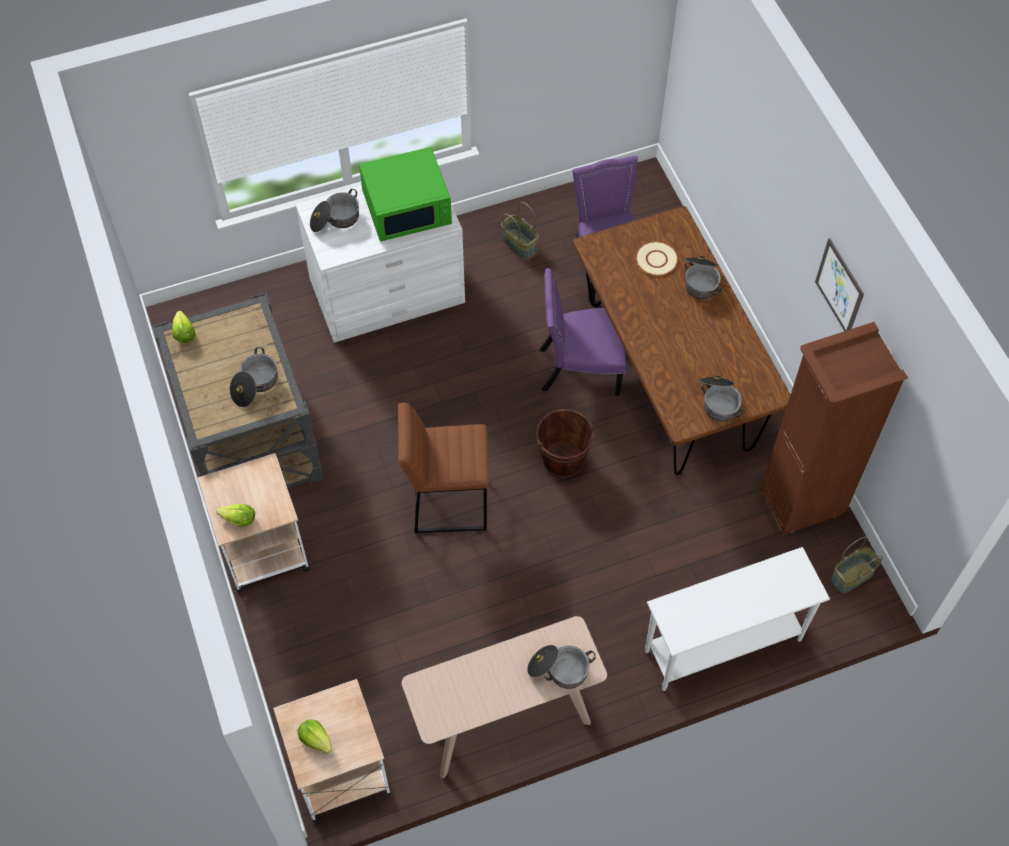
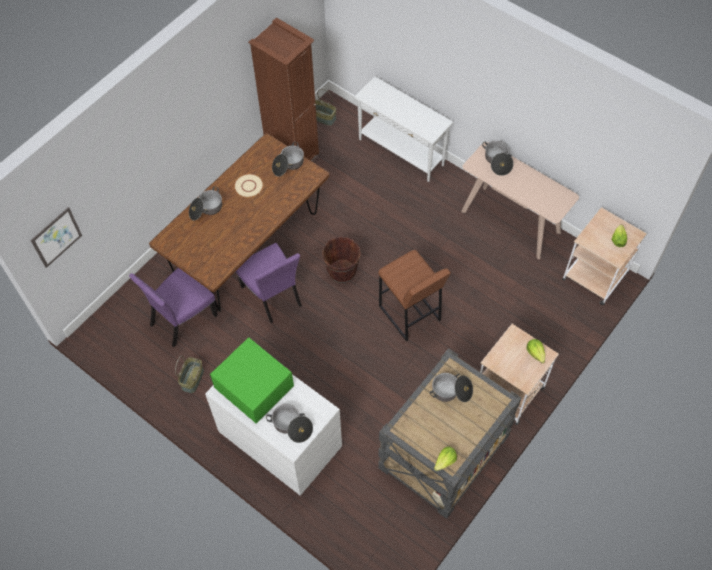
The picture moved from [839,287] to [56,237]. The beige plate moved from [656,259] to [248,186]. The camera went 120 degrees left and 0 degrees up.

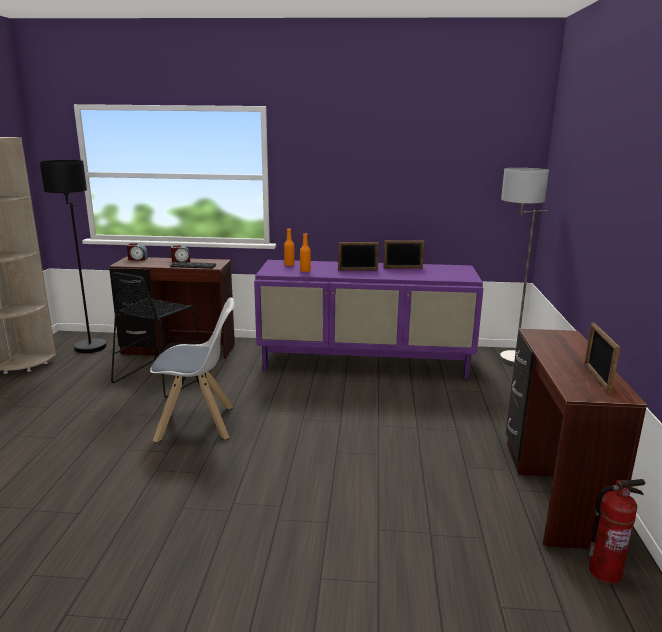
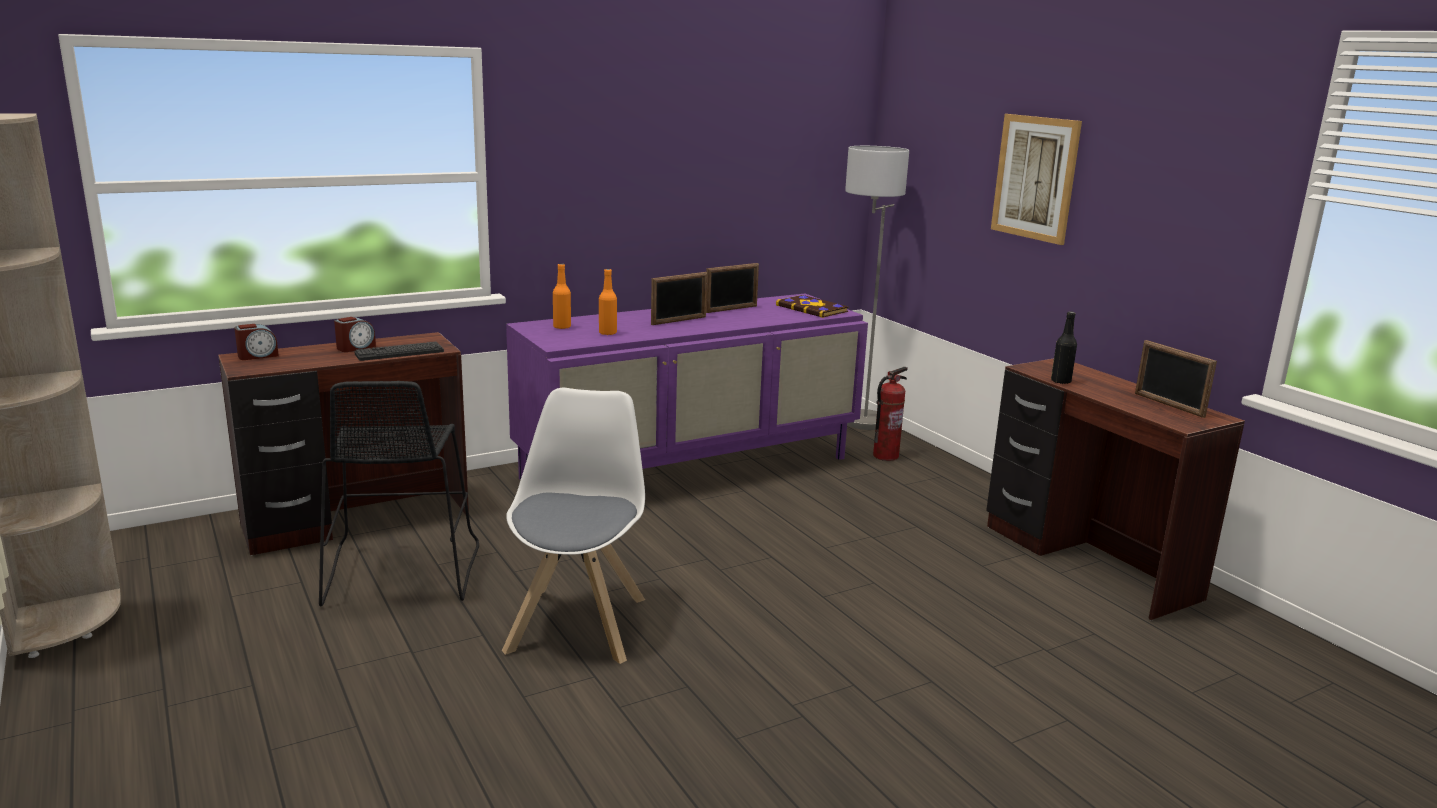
The black floor lamp at [88,344] disappeared. The chair at [198,423] turned 45 degrees counterclockwise. The fire extinguisher moved from [605,572] to [885,456]. The picture at [1035,178] appeared. The book at [812,308] appeared. The black bottle at [1060,381] appeared. The camera went 35 degrees left and 0 degrees up.

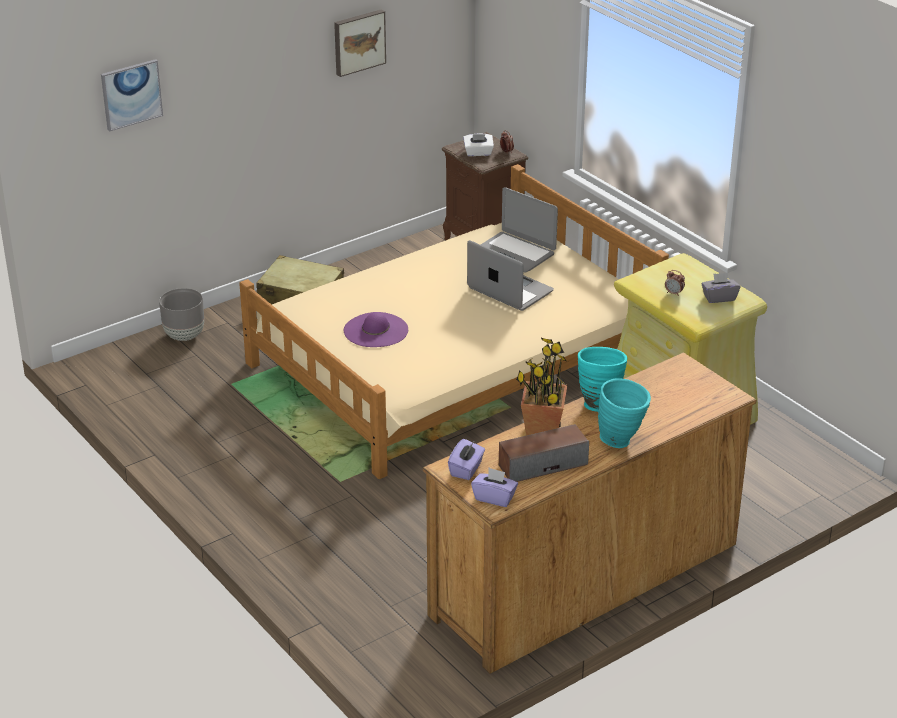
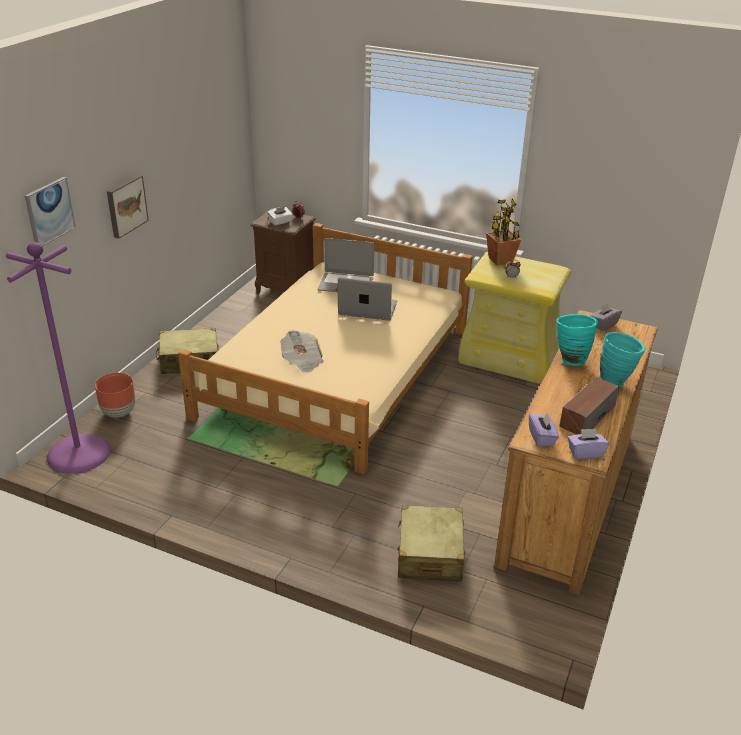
The picture moved from [358,42] to [125,205]. The grey tissue box moved from [719,298] to [603,325]. The grey planter at [184,336] became the brown planter at [119,413]. The purple hat at [376,330] was replaced by the newspaper at [302,361]. The potted plant moved from [542,430] to [500,260]. The purple clothes rack at [79,453] appeared. The beige suitcase at [430,554] appeared. The camera went 30 degrees left and 0 degrees up.

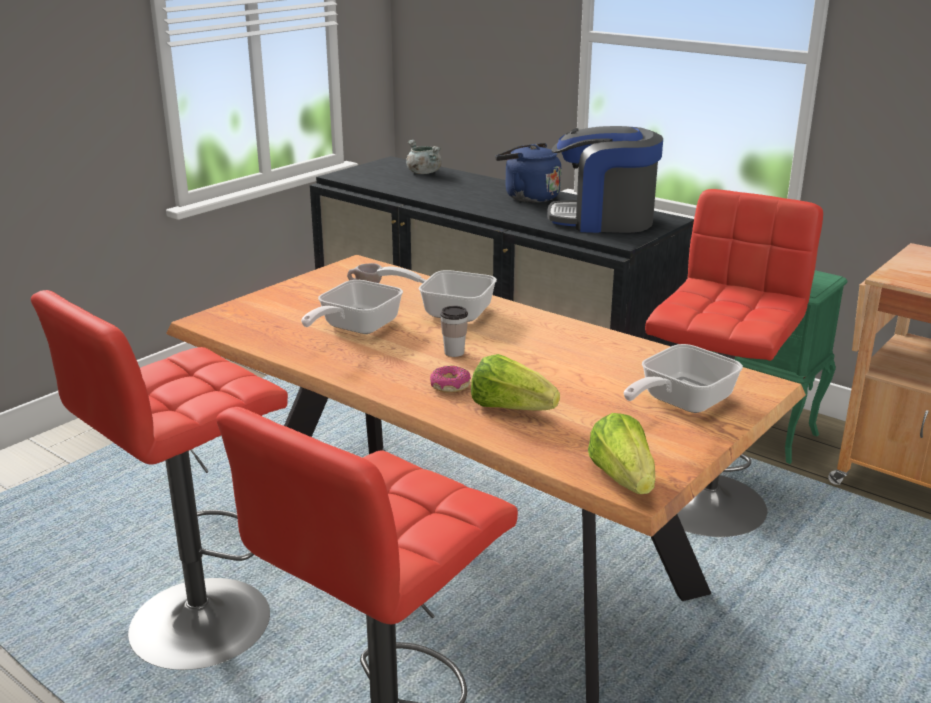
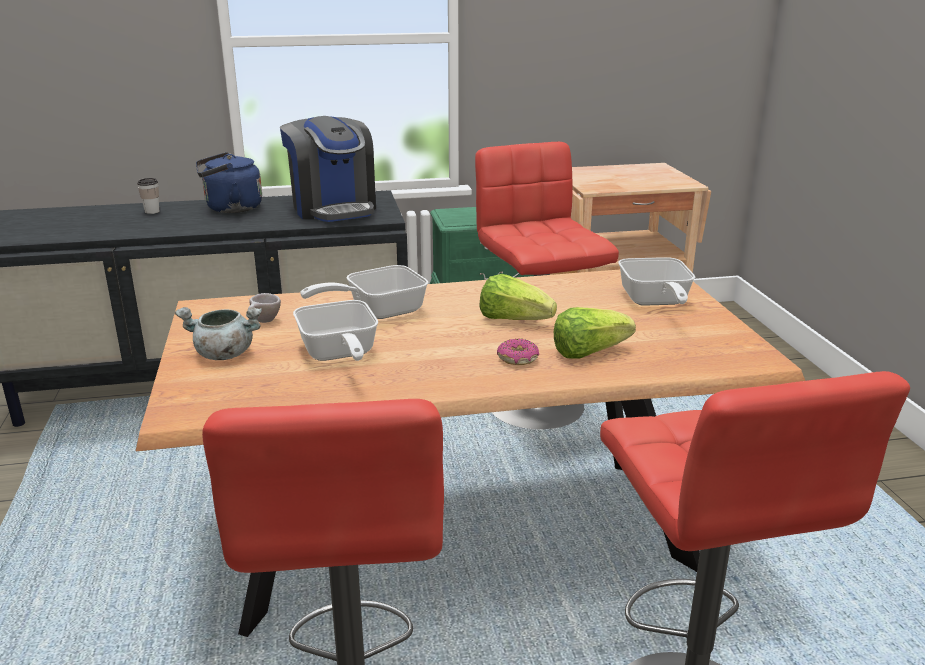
The coffee machine at [603,220] turned 75 degrees counterclockwise. The grey cooking pot moved from [423,172] to [223,354]. The cup moved from [454,352] to [152,211]. The lettuce moved from [623,478] to [513,320]. The camera went 50 degrees left and 0 degrees up.

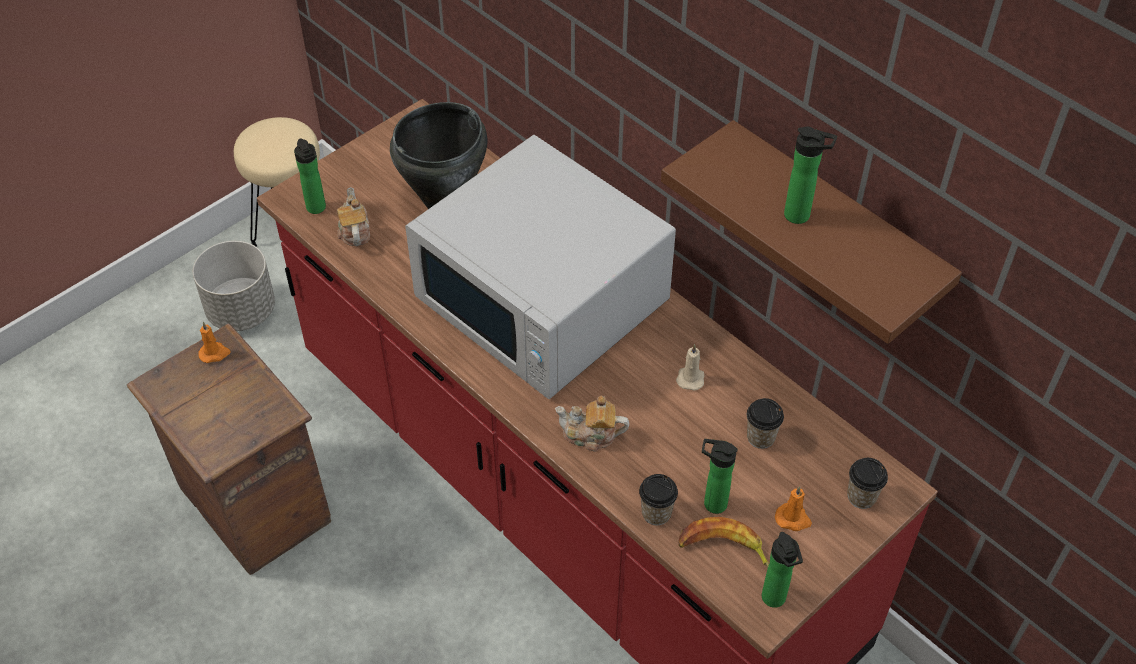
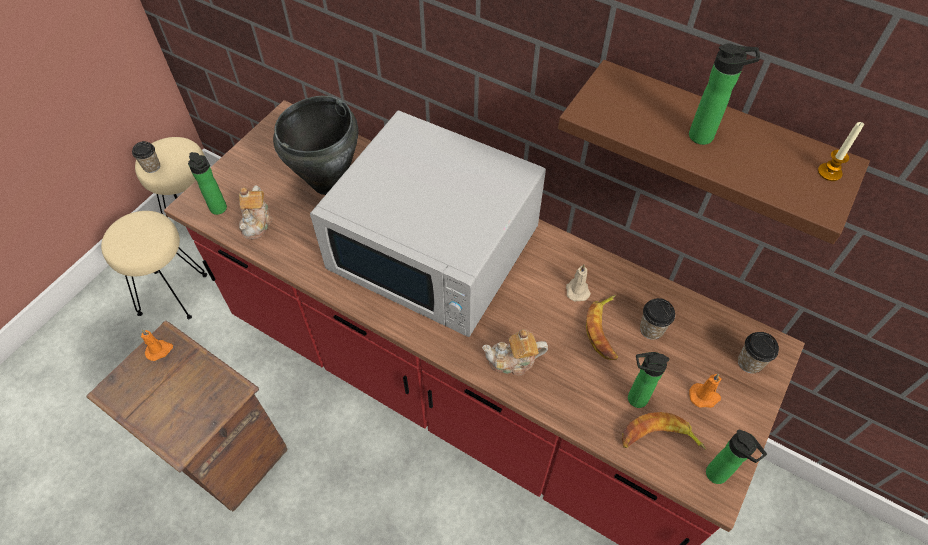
The teapot at [354,231] turned 150 degrees counterclockwise. The grey planter at [242,310] was replaced by the beige stool at [173,293]. The cup moved from [656,513] to [152,167]. The candle at [829,172] appeared. The banana at [604,330] appeared. The camera went 15 degrees left and 5 degrees up.

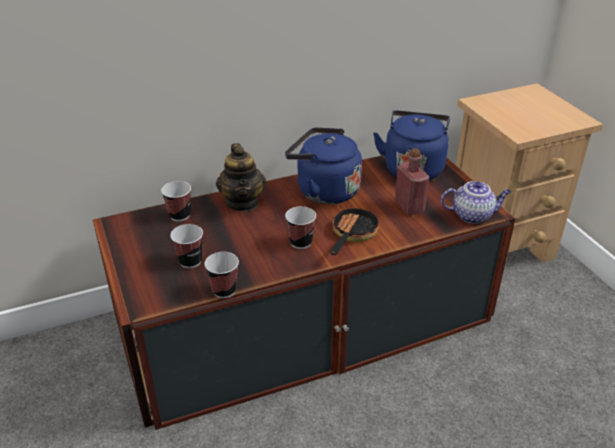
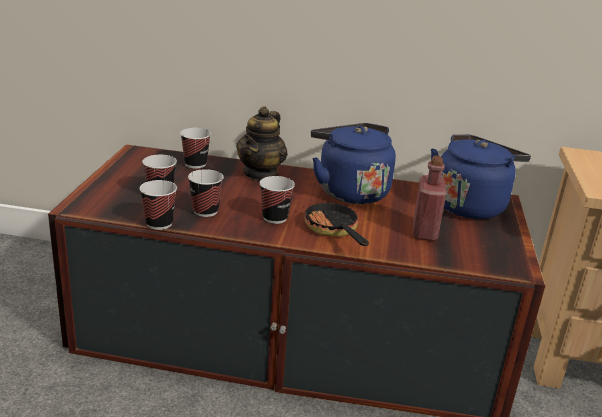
The teapot at [473,215] disappeared. The frying pan at [352,234] turned 75 degrees counterclockwise. The cup at [205,211] appeared. The camera went 30 degrees right and 10 degrees down.

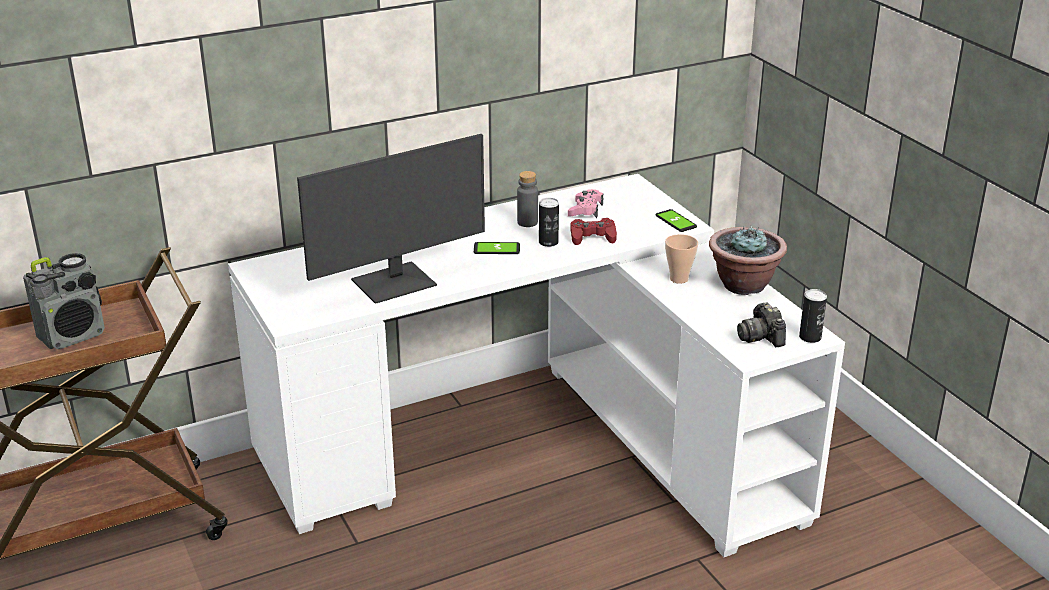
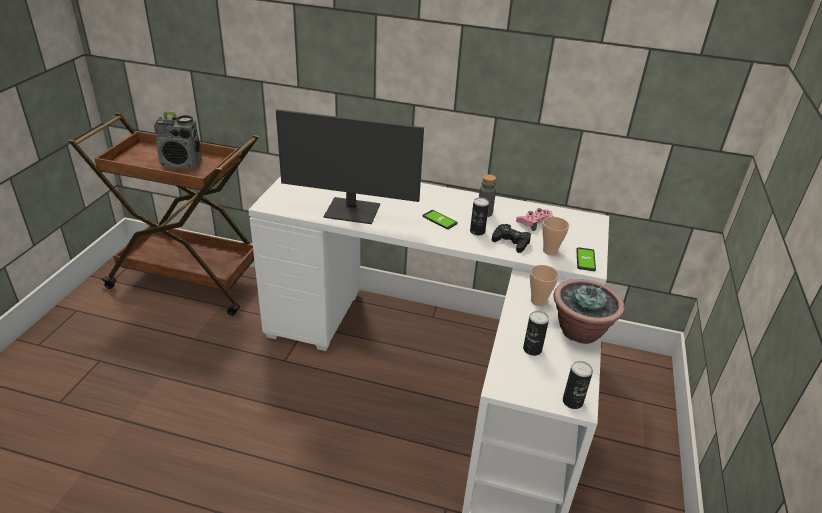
The red game controller at [592,237] became the black game controller at [511,242]. The photo camera at [761,337] disappeared. The cup at [550,251] appeared. The can at [532,349] appeared. The camera went 40 degrees right and 5 degrees up.

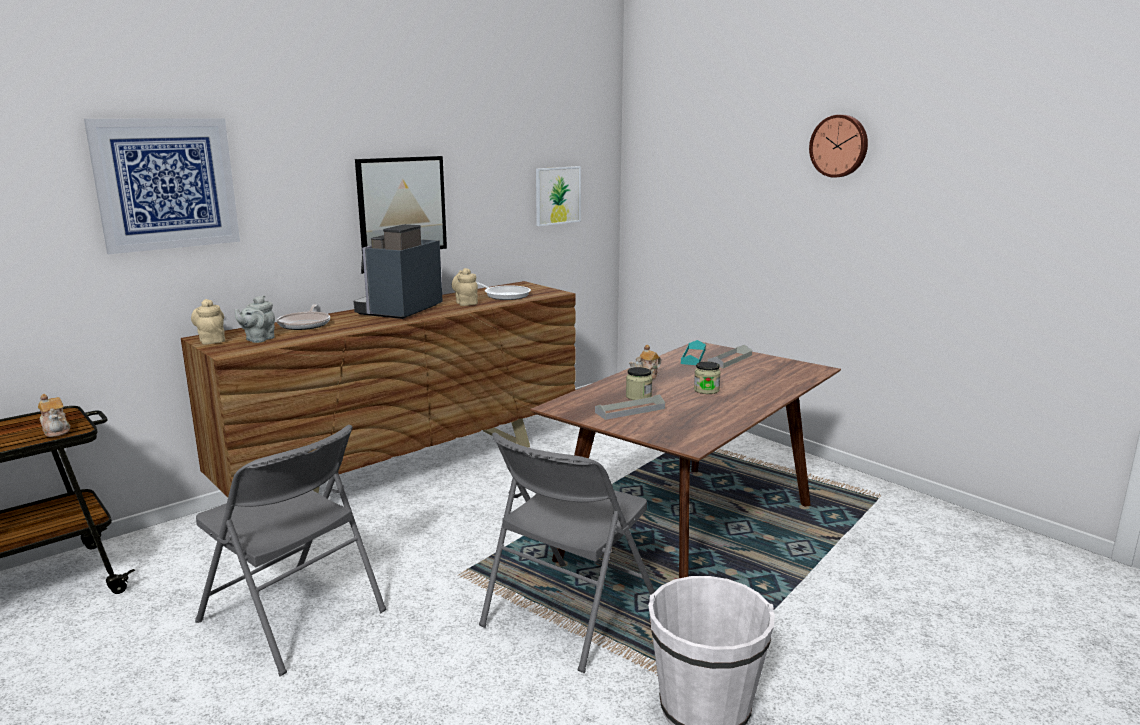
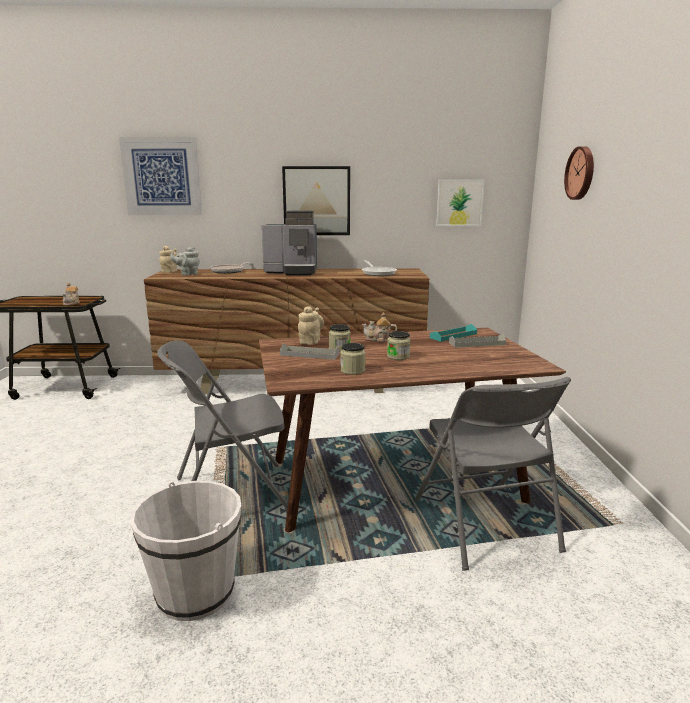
The wall clock moved from [839,146] to [581,173]. The coffee machine at [400,310] turned 150 degrees counterclockwise. The beige teapot moved from [466,303] to [310,341]. The grey chair moved from [291,616] to [483,524]. The jar at [352,370] appeared. The camera went 40 degrees right and 0 degrees up.

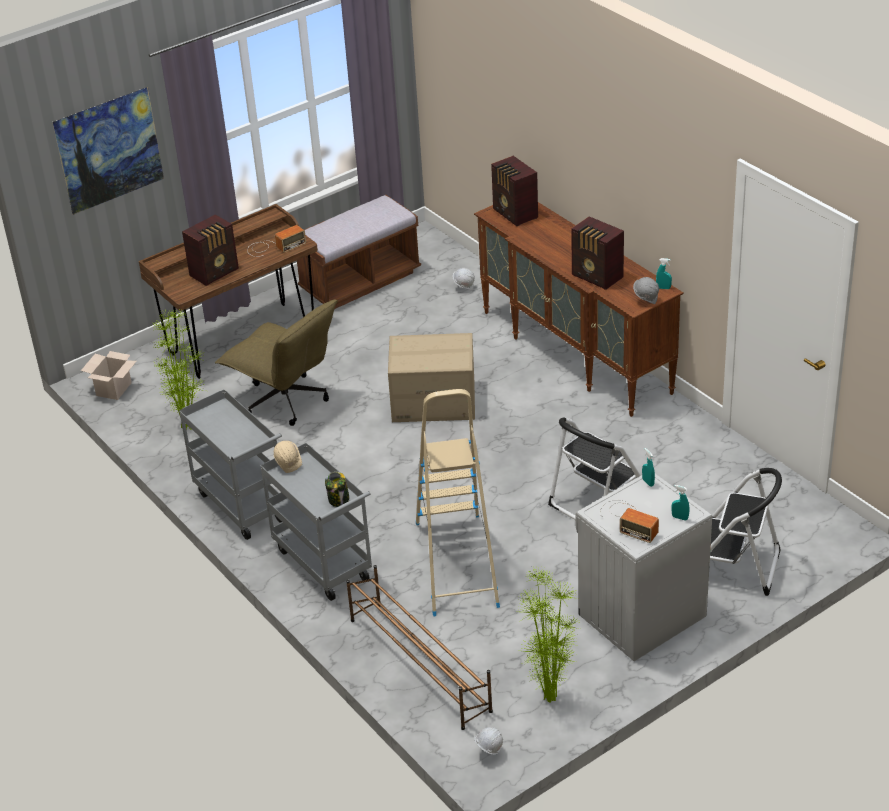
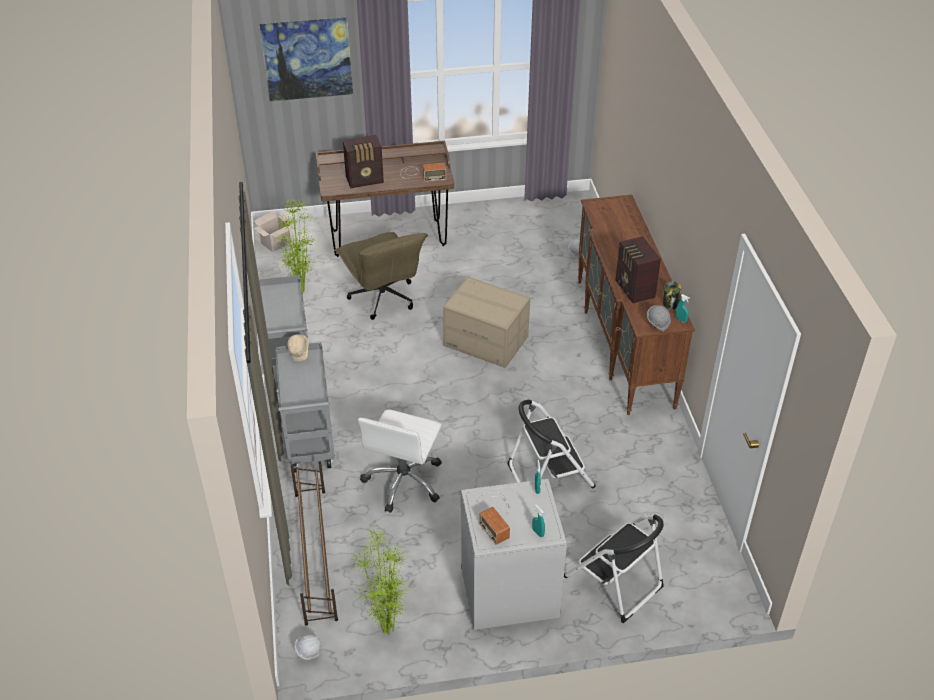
The radio at [515,214] disappeared. The brown bench at [360,281] disappeared. The beige step ladder at [456,562] was replaced by the white office chair at [404,481]. The jar moved from [338,499] to [671,304]. The camera went 25 degrees right and 5 degrees up.

